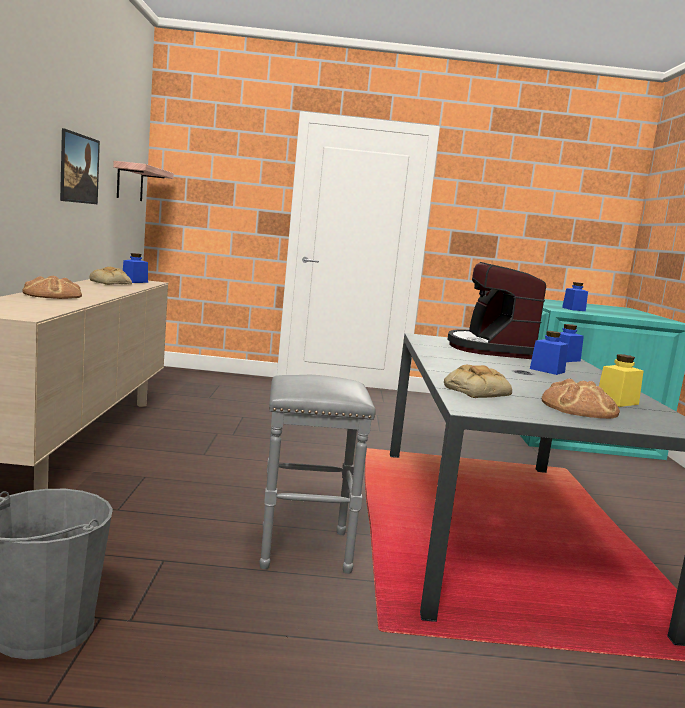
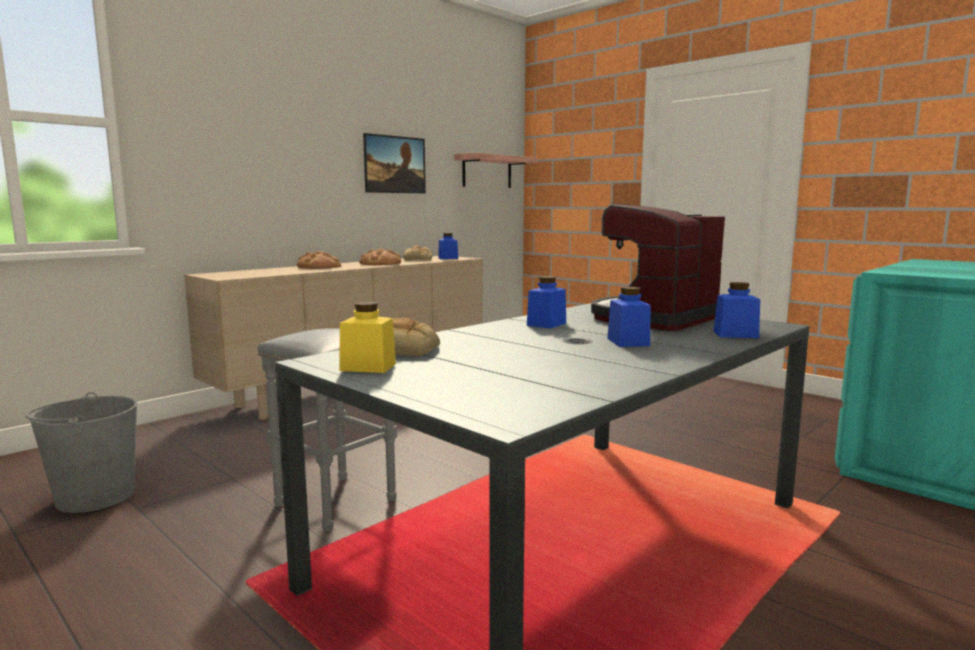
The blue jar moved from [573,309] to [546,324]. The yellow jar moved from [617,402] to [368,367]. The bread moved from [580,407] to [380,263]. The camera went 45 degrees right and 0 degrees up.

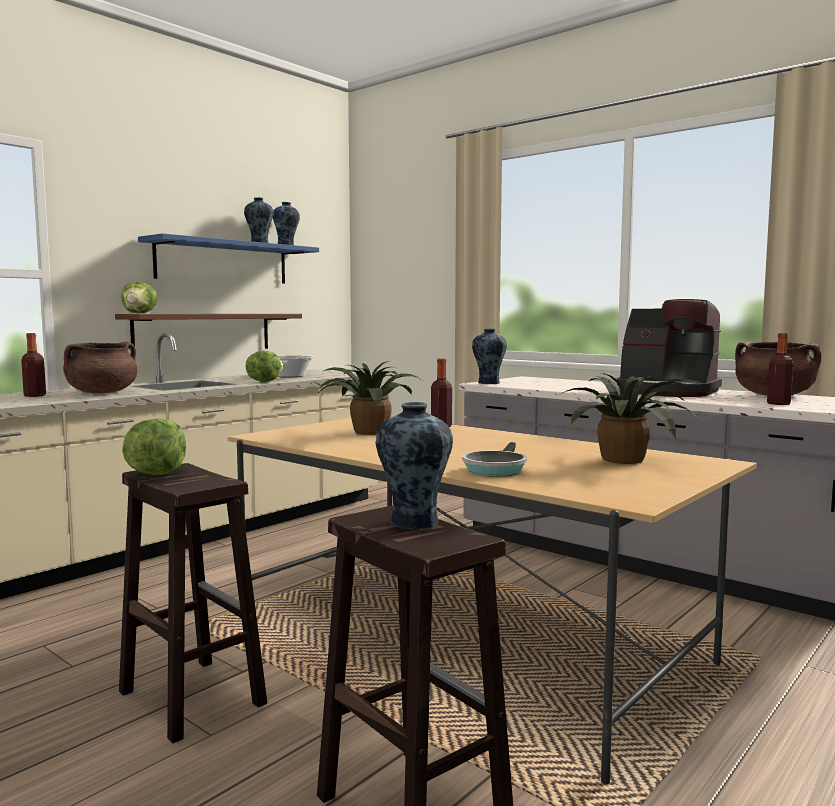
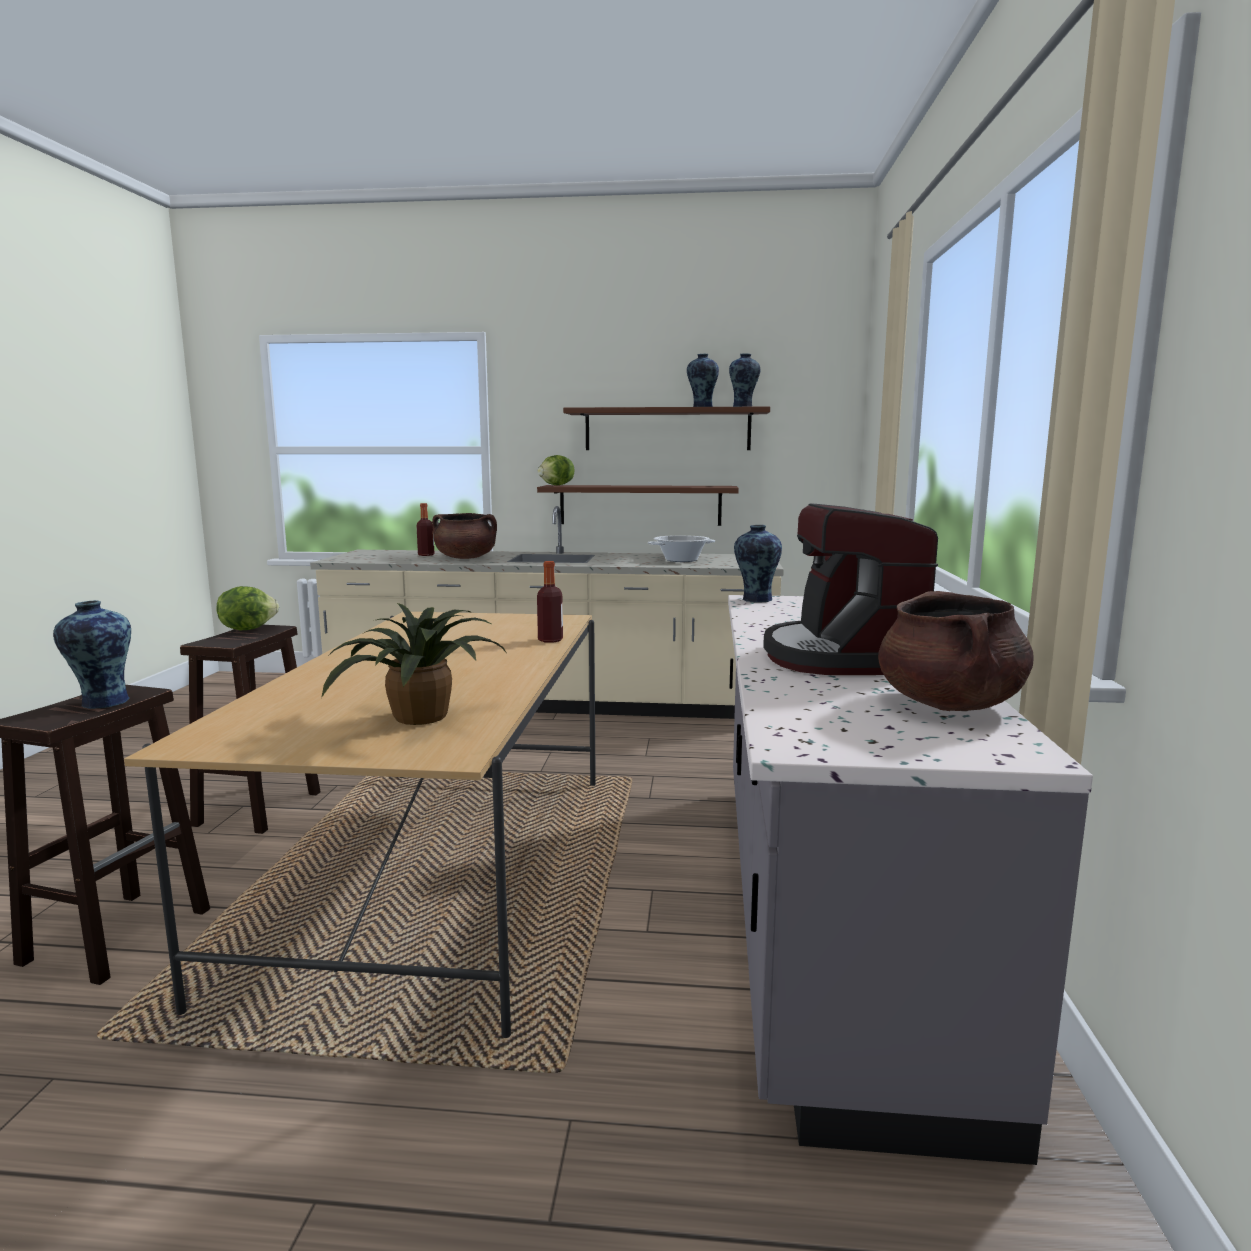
The blue shelf at [223,262] became the brown shelf at [667,429]. The bottle at [778,403] disappeared. The lettuce at [264,381] disappeared. The potted plant at [368,432] disappeared. The frying pan at [495,469] disappeared. The camera went 55 degrees right and 5 degrees up.

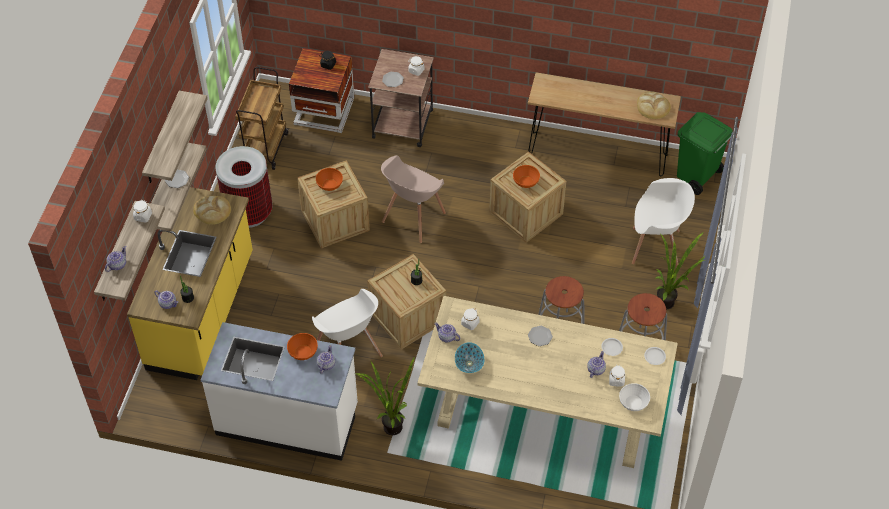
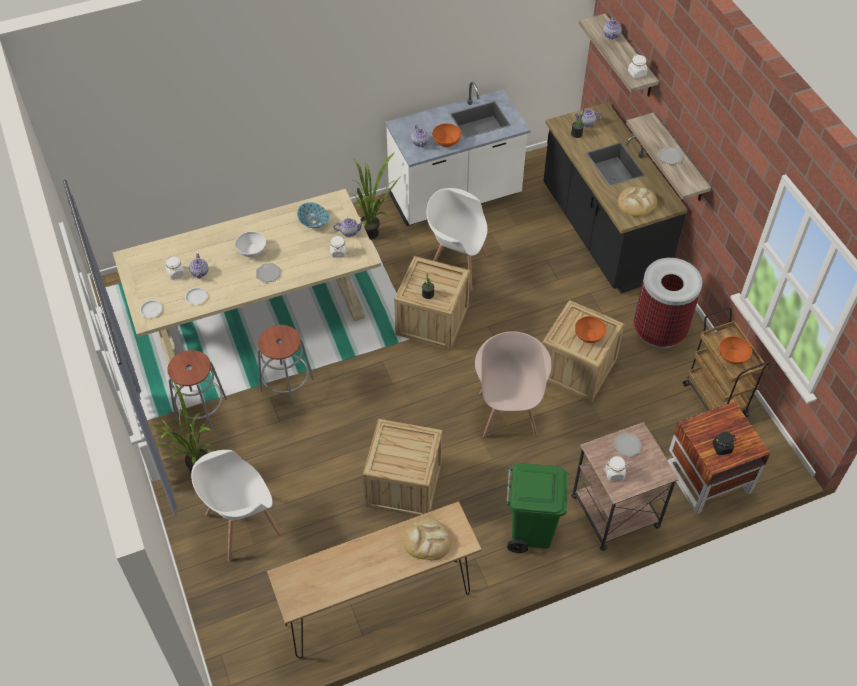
The shelf at [162,139] disappeared. The bread moved from [652,107] to [426,541]. The green trash can moved from [696,177] to [530,530]. The orange bowl moved from [526,181] to [733,357]. The yellow counter at [202,312] became the black counter at [601,232]. The white bowl moved from [633,402] to [252,250]. The camera went 145 degrees right and 0 degrees up.

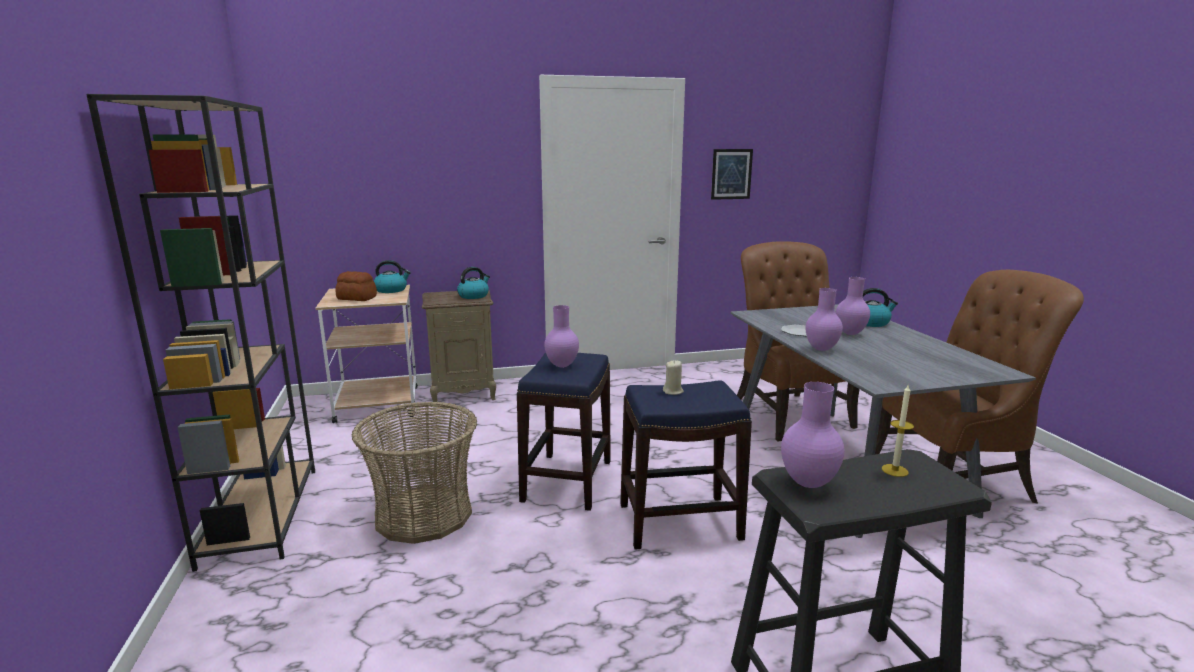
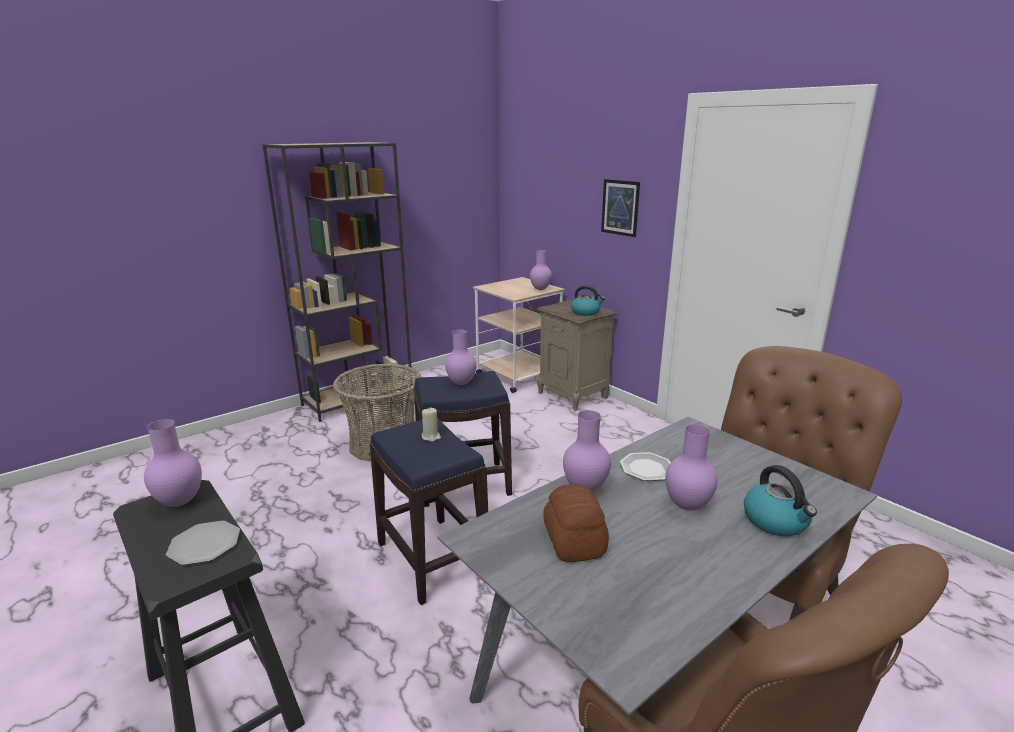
The picture moved from [731,174] to [620,207]. The kettle at [391,290] was replaced by the purple vase at [540,289]. The bread moved from [357,298] to [573,541]. The candle at [894,470] was replaced by the plate at [205,545]. The camera went 65 degrees right and 5 degrees up.

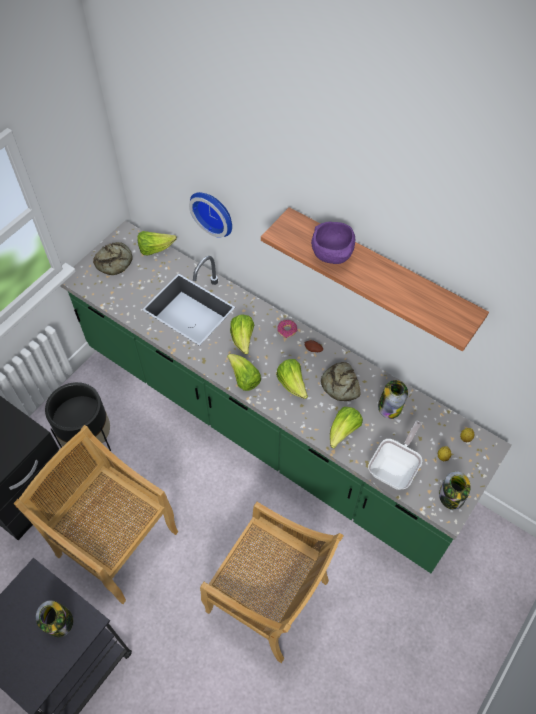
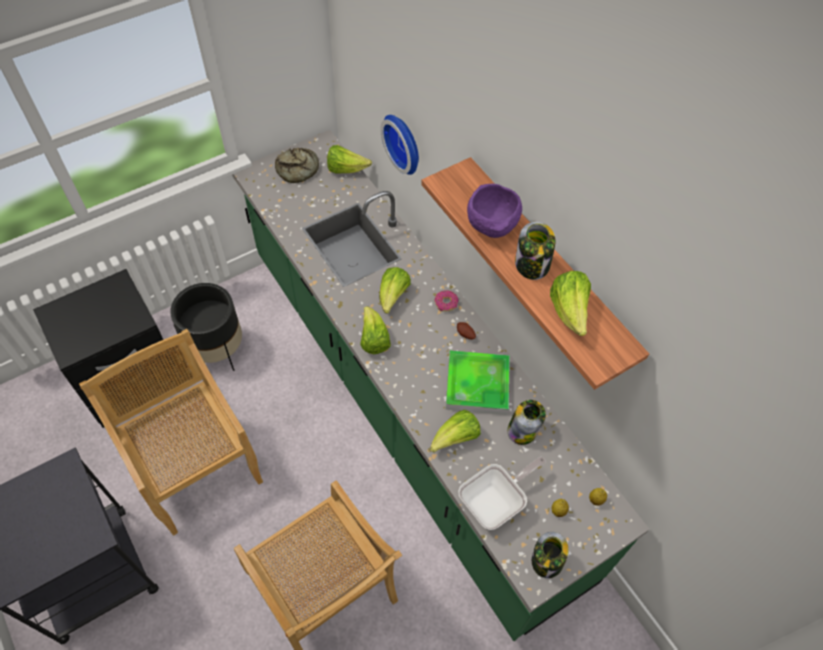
The lettuce moved from [292,384] to [569,311]. The bread at [340,385] was replaced by the tray at [477,384]. The jar moved from [59,622] to [532,265]. The camera went 20 degrees right and 0 degrees up.

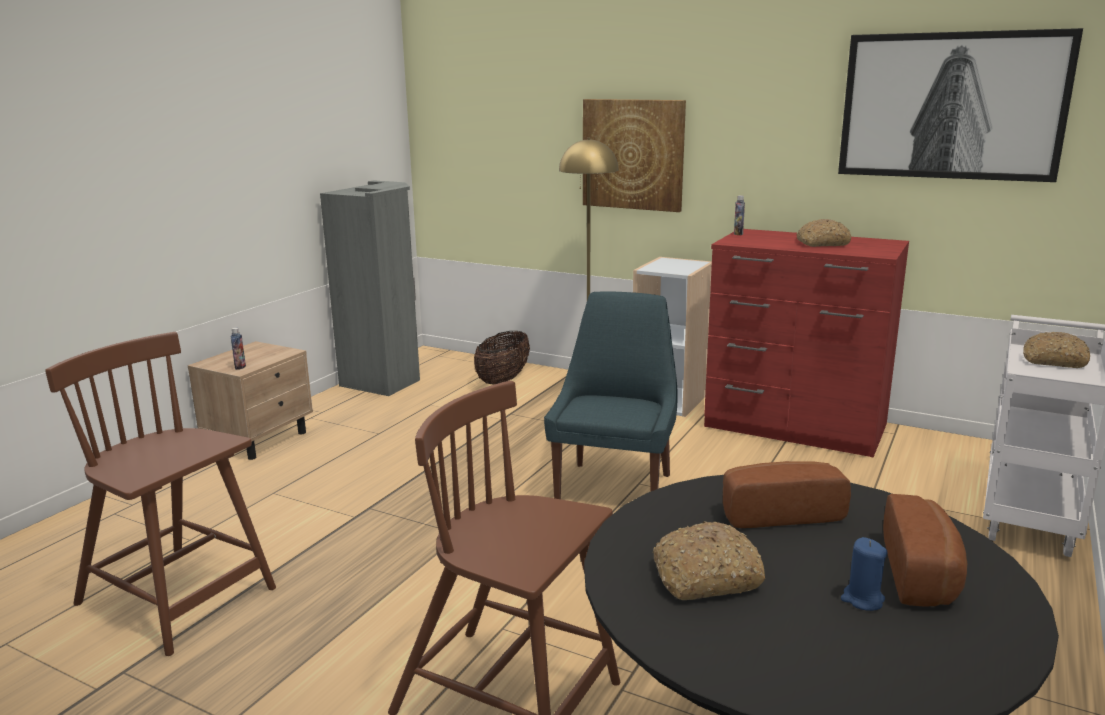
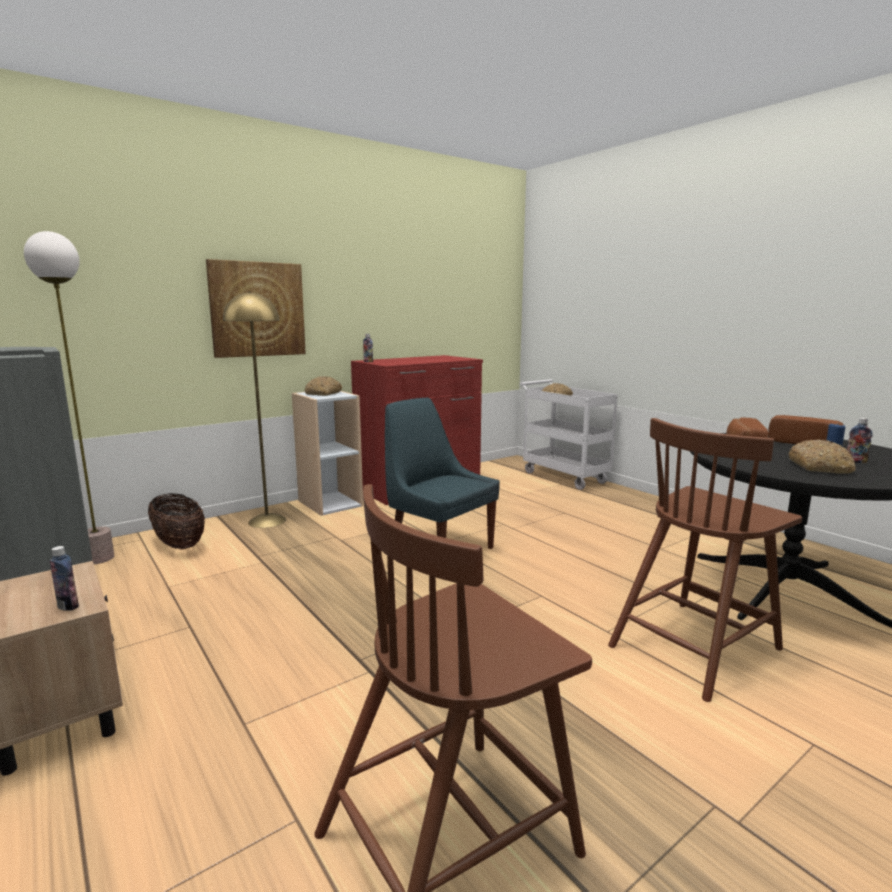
The picture at [951,106] disappeared. The bread moved from [822,243] to [323,393]. The floor lamp at [99,558] appeared. The bottle at [855,461] appeared. The camera went 65 degrees left and 5 degrees down.

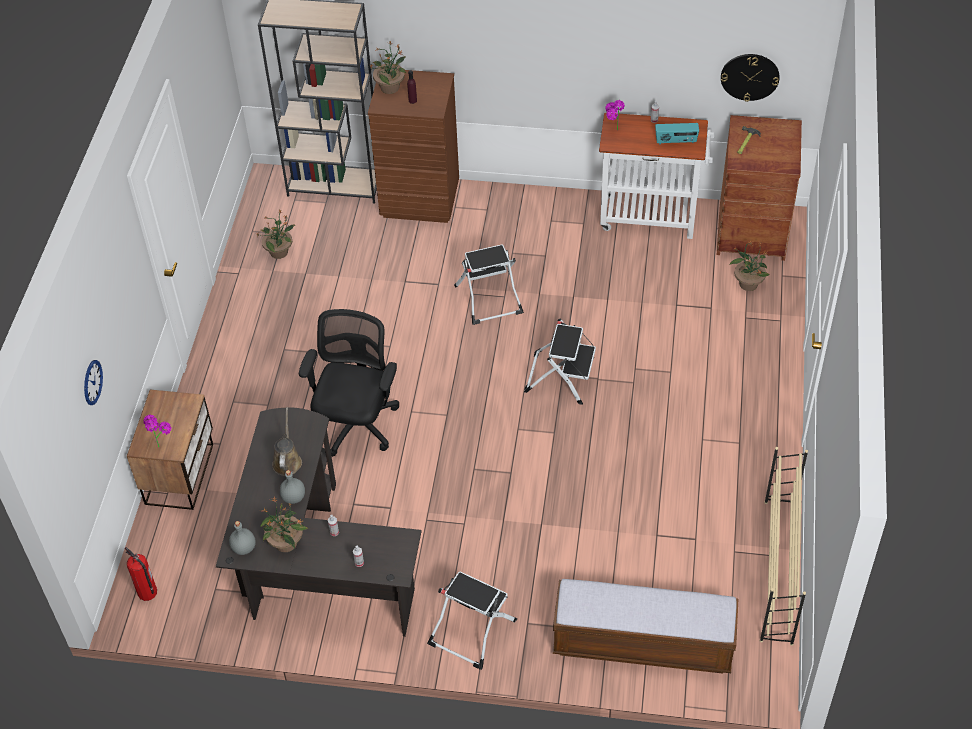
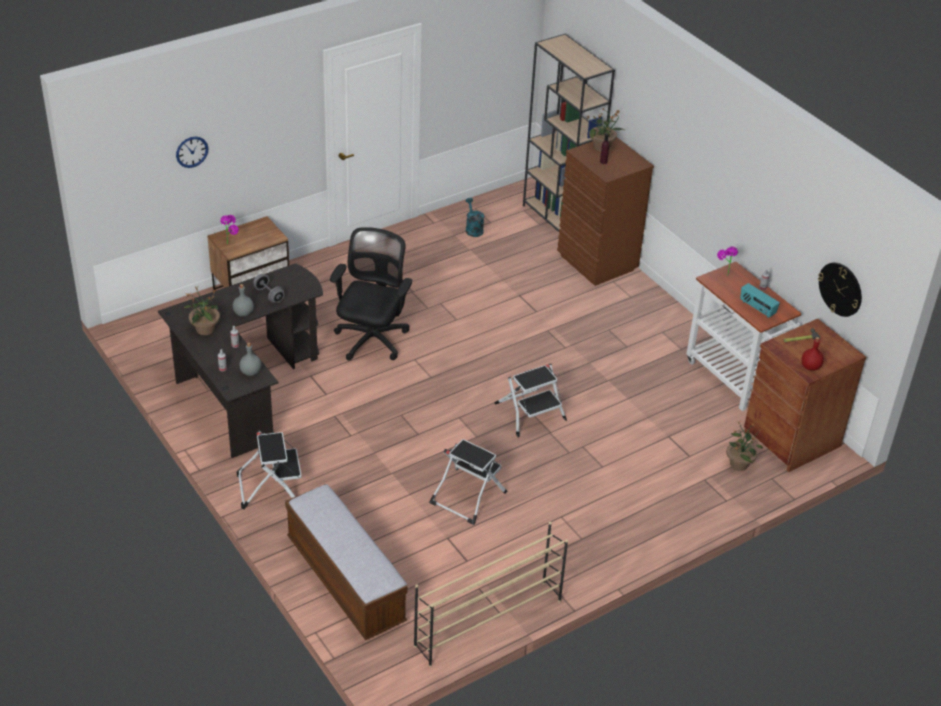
The potted plant at [279,252] was replaced by the turquoise watering can at [473,229]. The step ladder moved from [489,297] to [468,495]. The black office chair at [356,429] turned 45 degrees counterclockwise. The brown watering can at [287,460] was replaced by the grey dumbbell at [269,295]. The grey bottle moved from [244,547] to [251,372]. The fire extinguisher at [147,592] disappeared. The red bottle at [810,367] appeared. The camera went 45 degrees right and 10 degrees down.

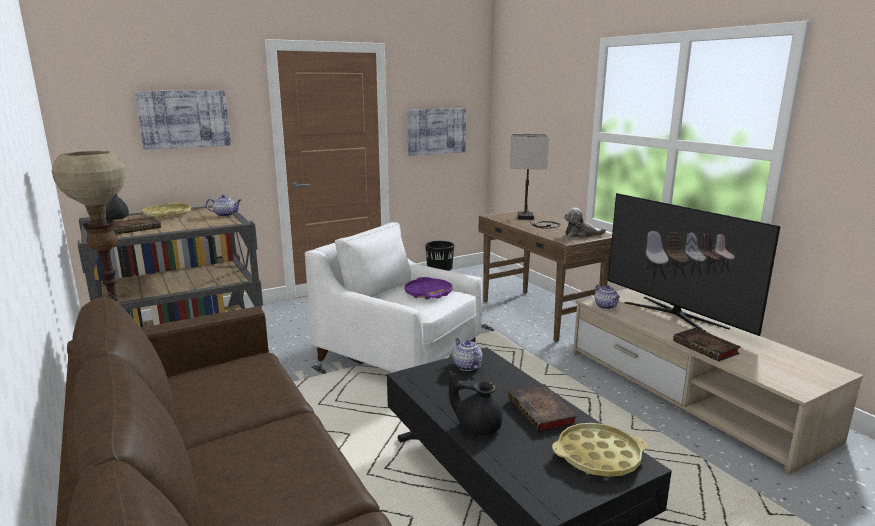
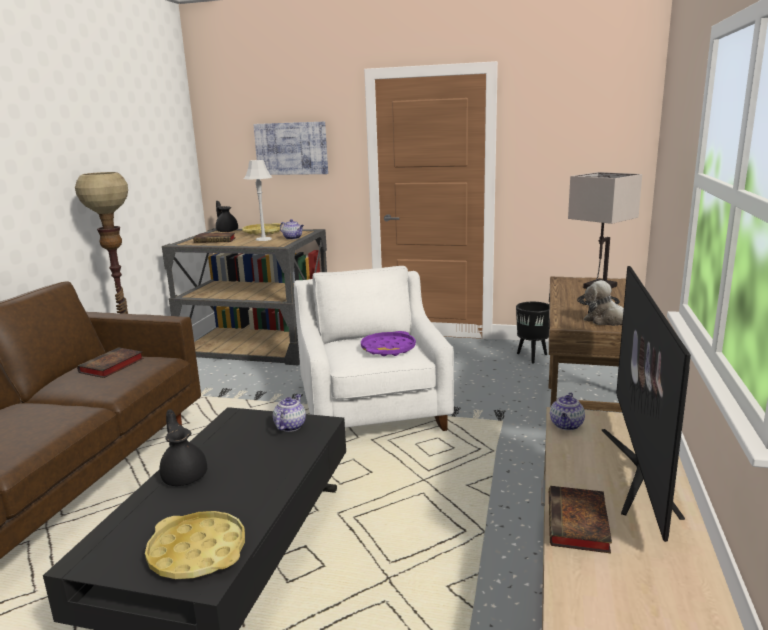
The picture at [436,131] disappeared. The book moved from [542,412] to [111,366]. The grey table lamp at [263,239] appeared. The camera went 45 degrees right and 0 degrees up.

